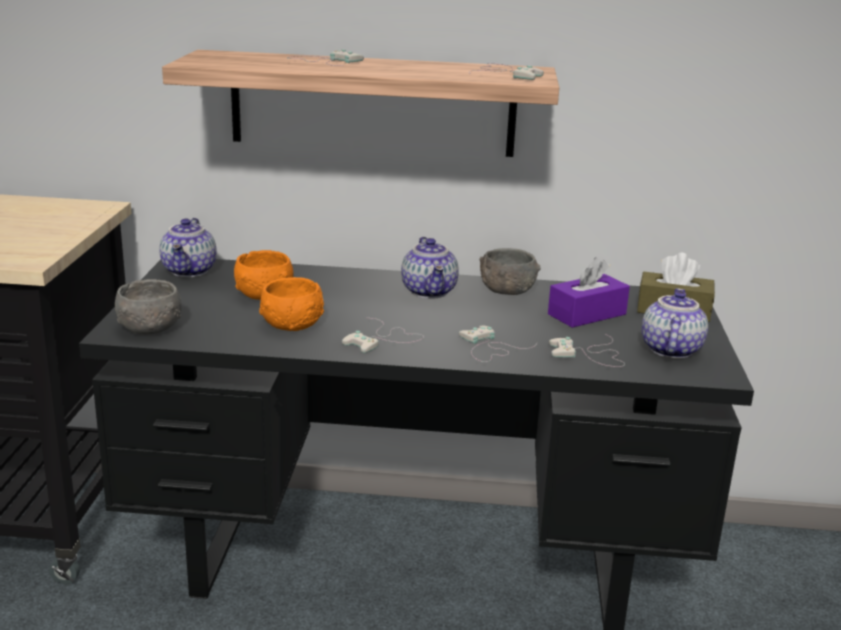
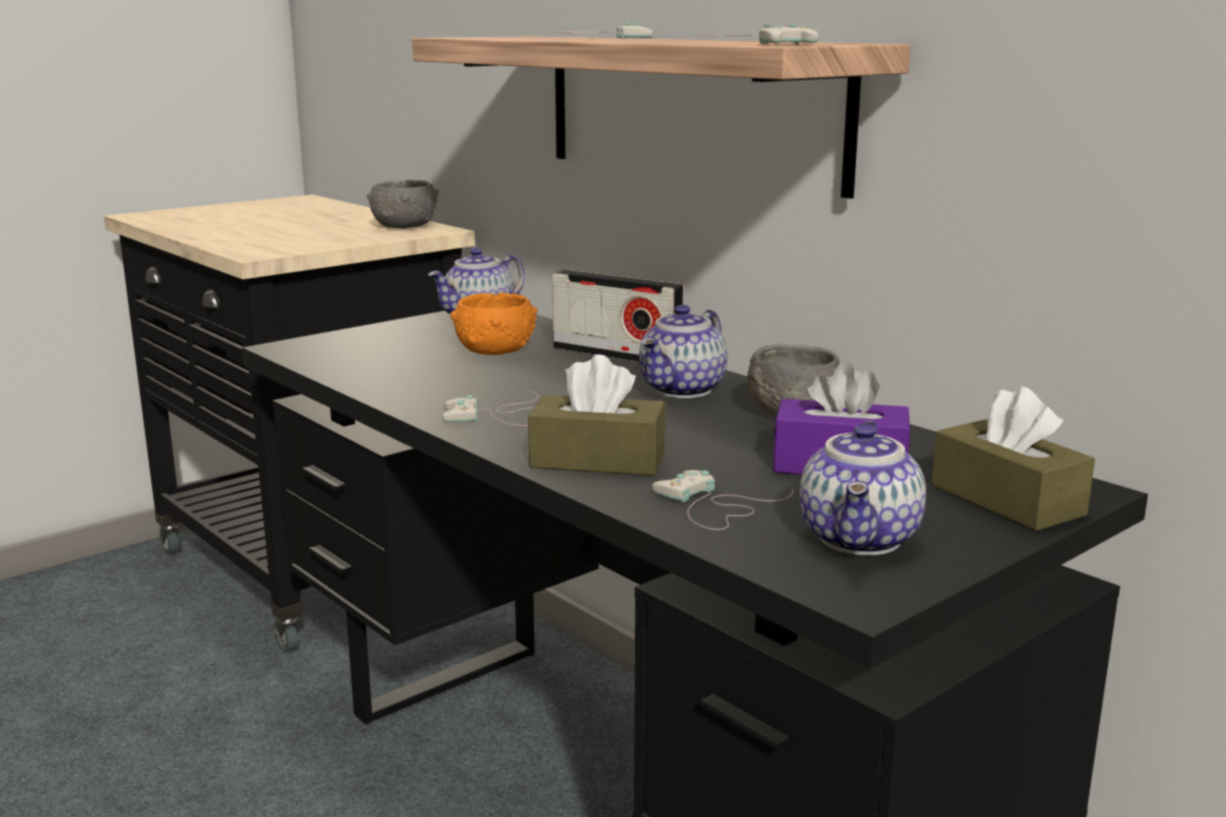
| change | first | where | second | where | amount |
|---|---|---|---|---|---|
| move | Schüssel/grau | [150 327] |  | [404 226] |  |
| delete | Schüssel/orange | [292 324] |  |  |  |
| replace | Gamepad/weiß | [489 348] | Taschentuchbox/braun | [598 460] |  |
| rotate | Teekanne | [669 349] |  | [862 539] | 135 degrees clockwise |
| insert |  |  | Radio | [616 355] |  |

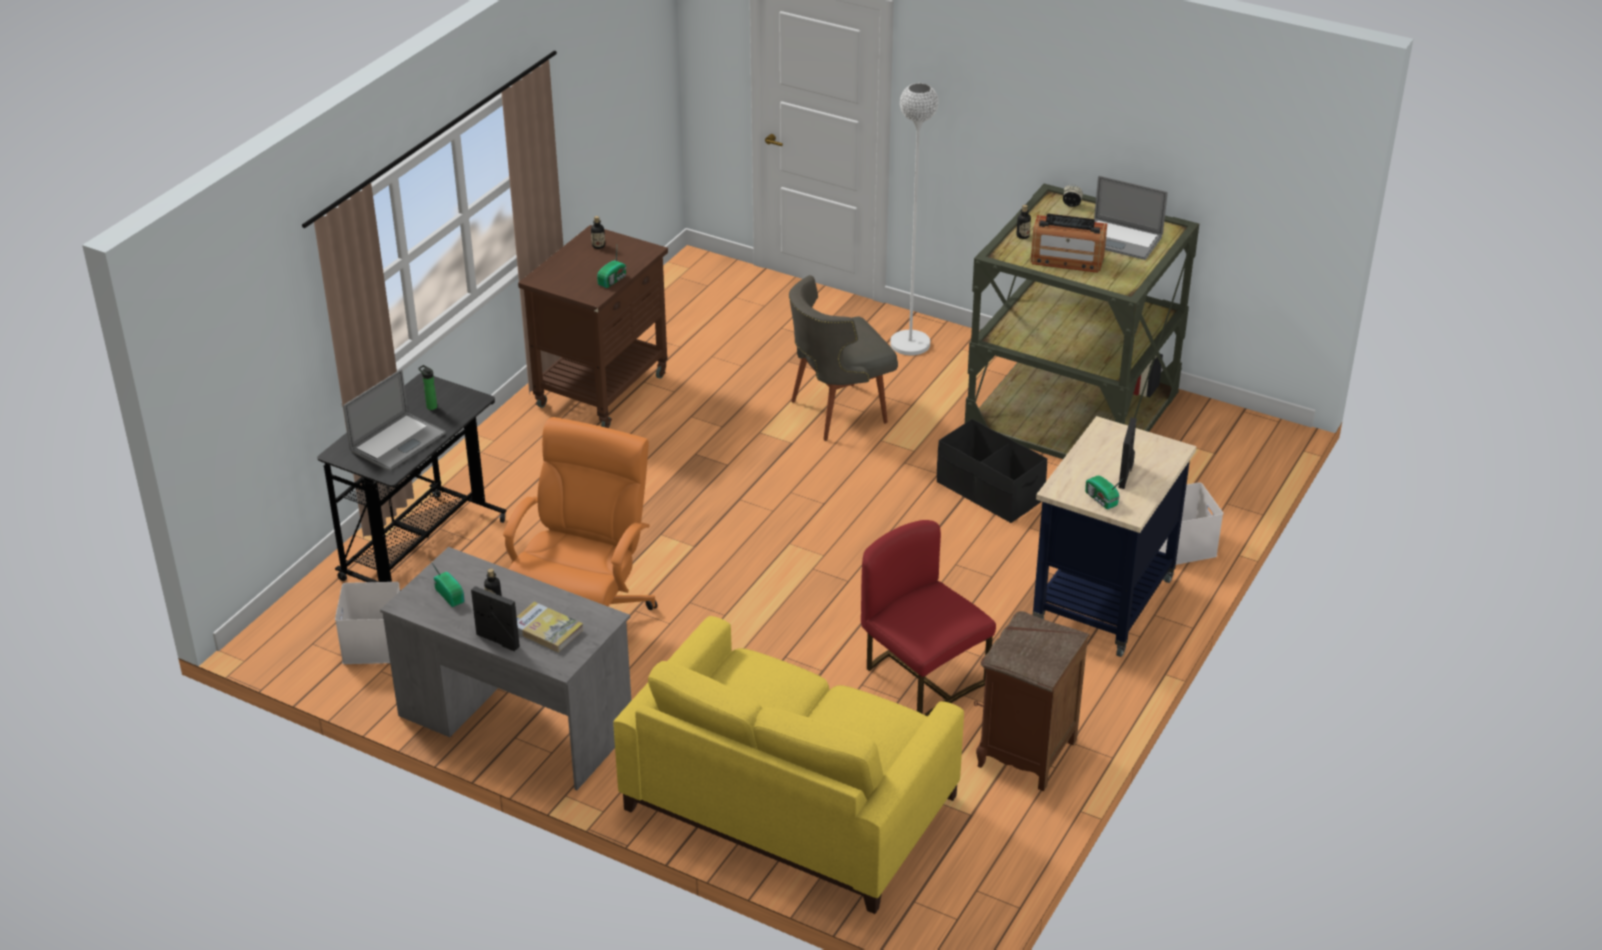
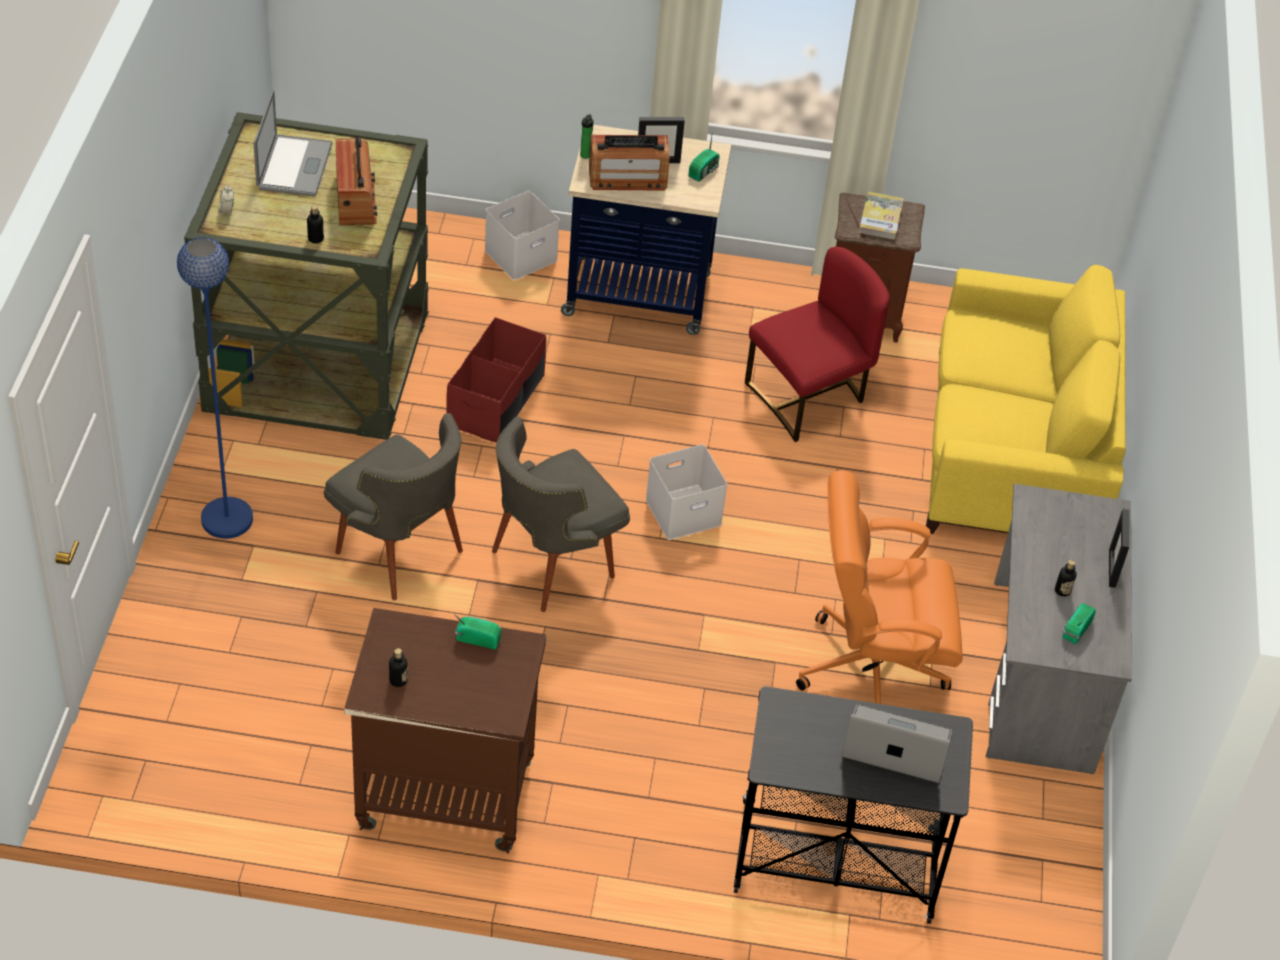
| change | first | where | second | where | amount |
|---|---|---|---|---|---|
| move | Aufbewahrungsbox/weiß | [373 643] |  | [682 513] |  |
| move | Flasche | [430 406] |  | [585 156] |  |
| move | Buch | [546 629] |  | [880 218] |  |
| rotate | Stuhl/rot | [921 678] |  | [808 397] | 150 degrees counterclockwise |
| recolor | Stehlampe/weiß | [910 344] | Stehlampe/blau | [226 519] |  |
| recolor | Aufbewahrungsbox/schwarz | [989 491] | Aufbewahrungsbox/rot | [496 400] |  |
| insert |  |  | Stuhl/grau | [553 564] |  |
| insert |  |  | Radio | [627 178] |  |

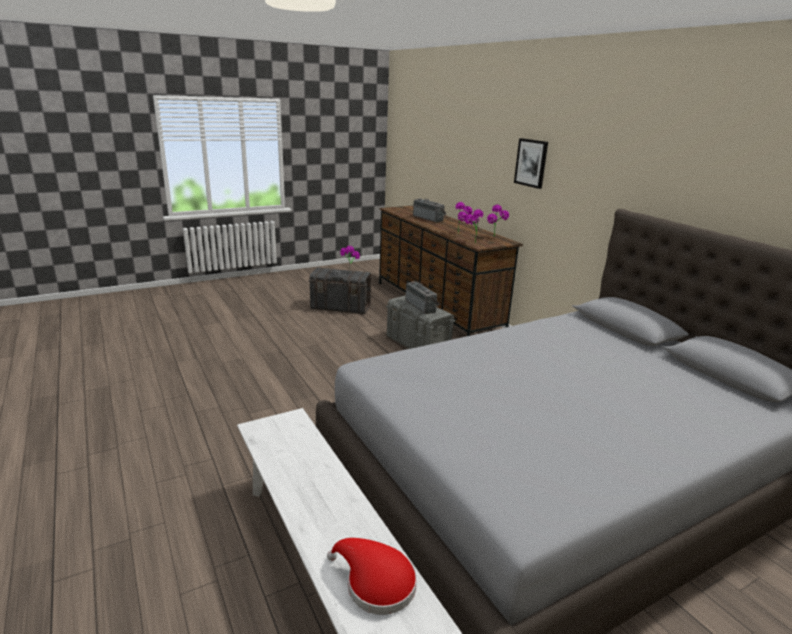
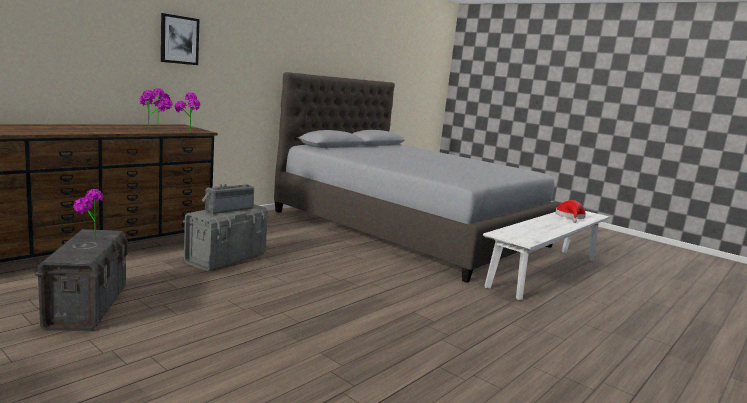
| change | first | where | second | where | amount |
|---|---|---|---|---|---|
| delete | Radio | [429 218] |  |  |  |

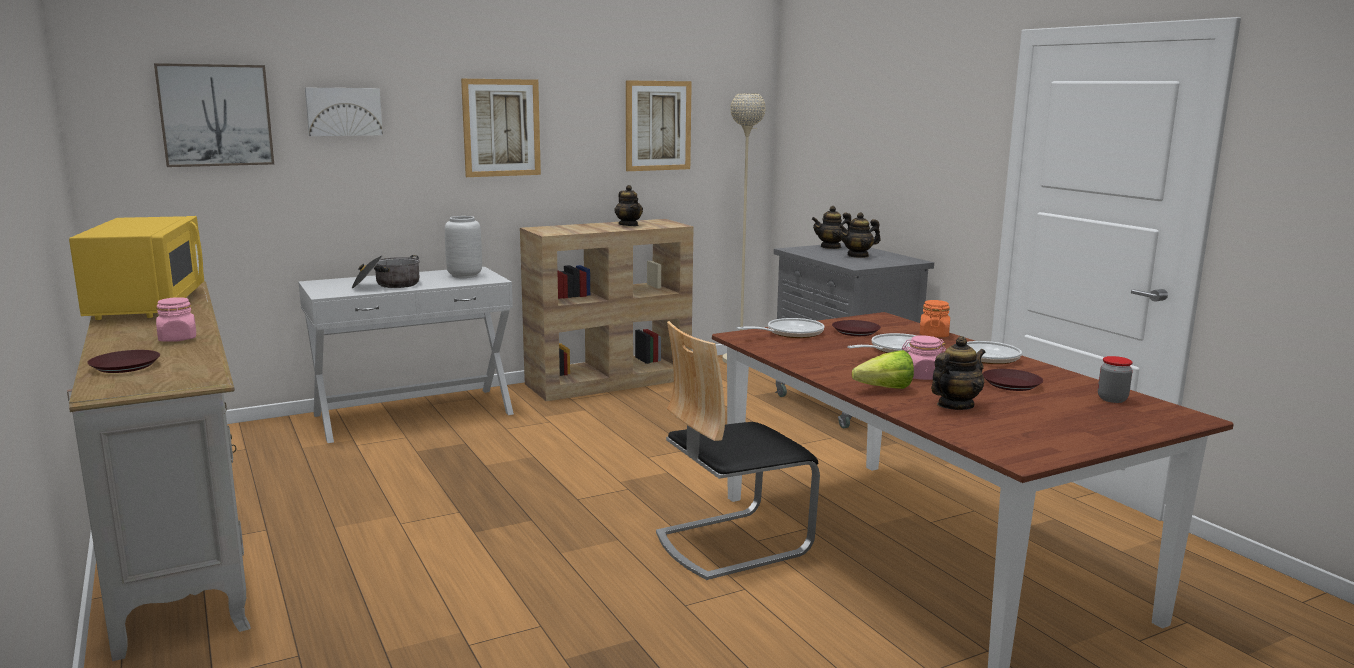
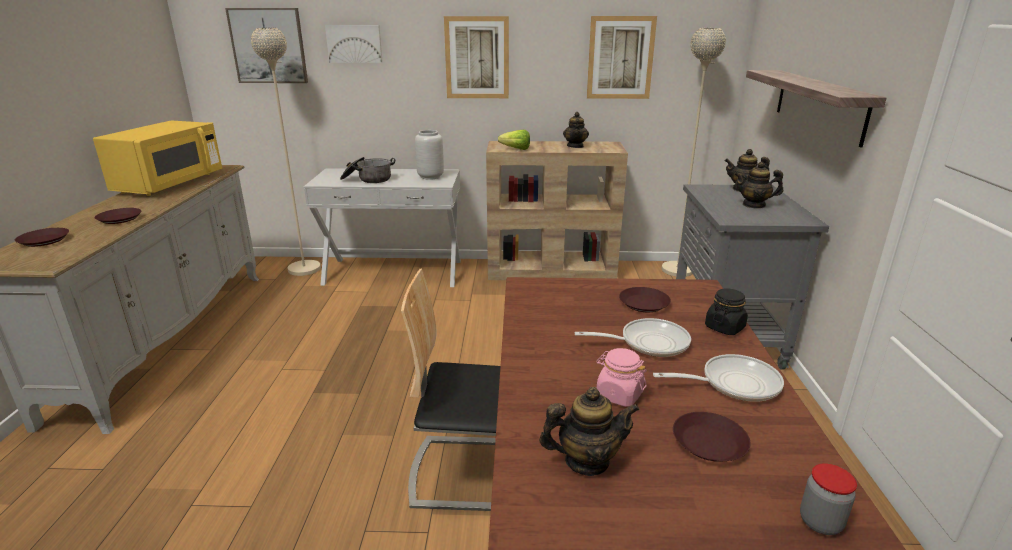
| change | first | where | second | where | amount |
|---|---|---|---|---|---|
| replace | Vorratsglas/rosa | [178 339] | Teller/braun | [119 219] |  |
| delete | Pfanne | [790 333] |  |  |  |
| move | Salatkopf | [879 389] |  | [513 149] |  |
| recolor | Vorratsglas/orange | [934 335] | Vorratsglas/schwarz | [724 327] |  |
| insert |  |  | Stehlampe/beige | [304 269] |  |
| insert |  |  | Wandregal | [819 104] |  |

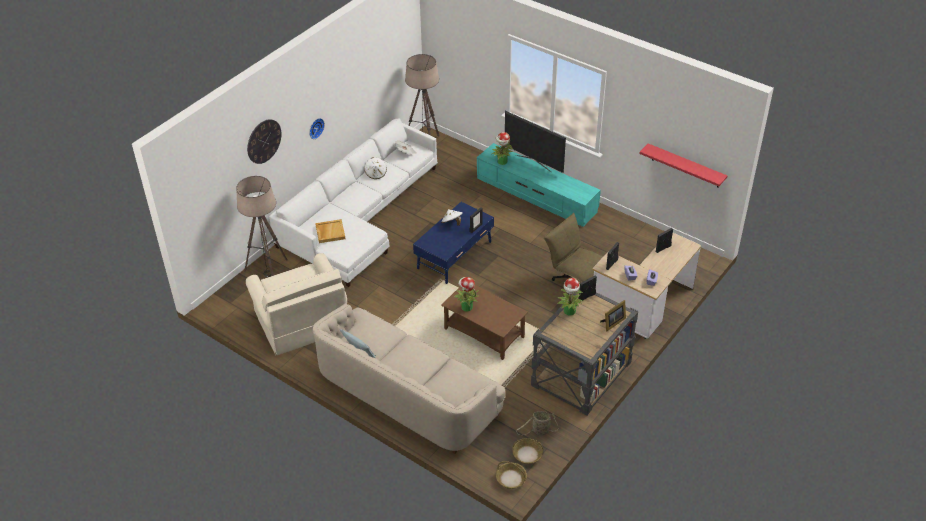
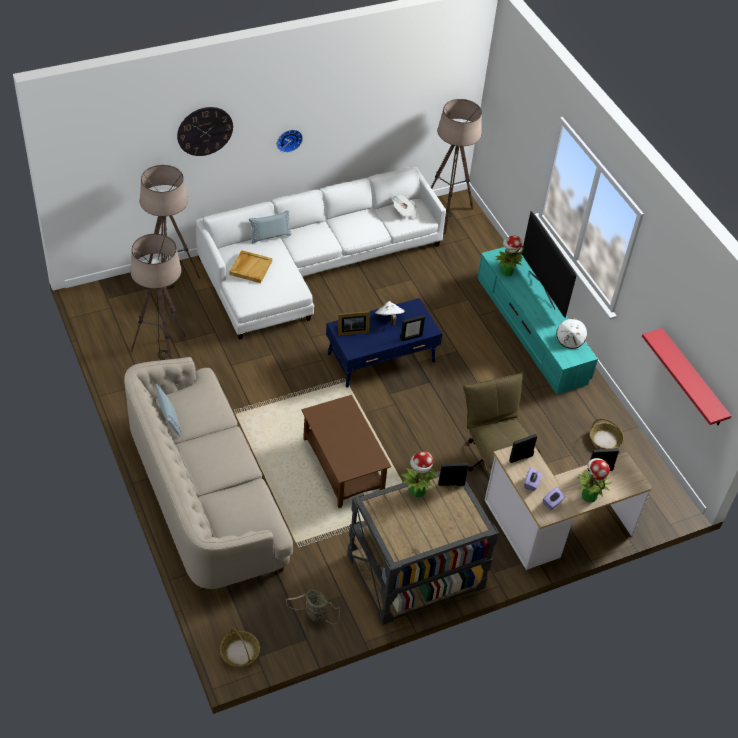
| change | first | where | second | where | amount |
|---|---|---|---|---|---|
| replace | Sessel/beige | [302 320] | Stehlampe | [163 354] |  |
| move | Hut/weiß | [376 173] |  | [570 340] |  |
| move | Topfpflanze | [466 307] |  | [588 495] |  |
| move | Korb | [527 454] |  | [605 440] |  |
| move | Bilderrahmen | [612 323] |  | [351 331] |  |
| insert |  |  | Kissen/blau | [270 236] |  |

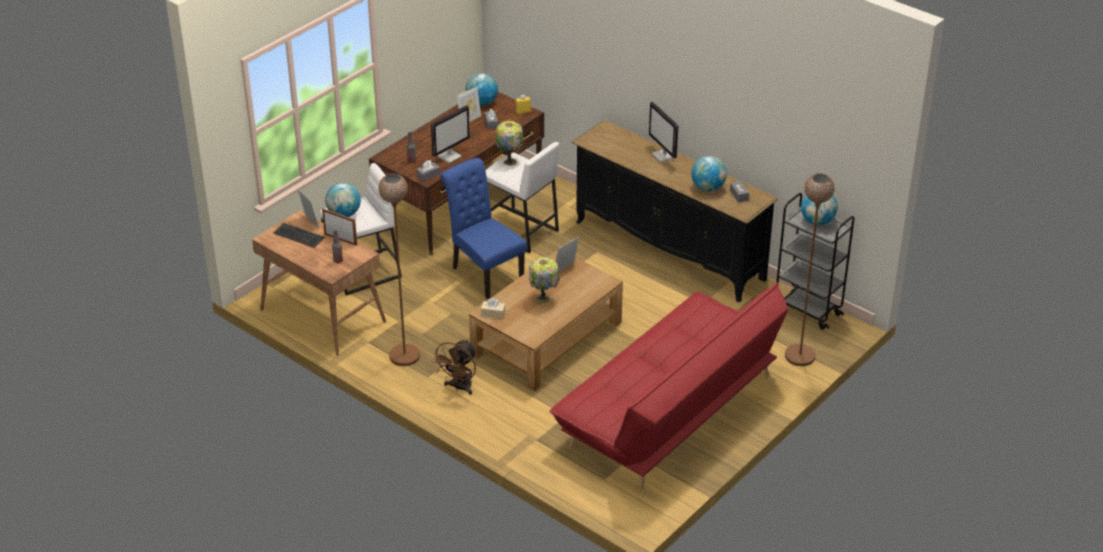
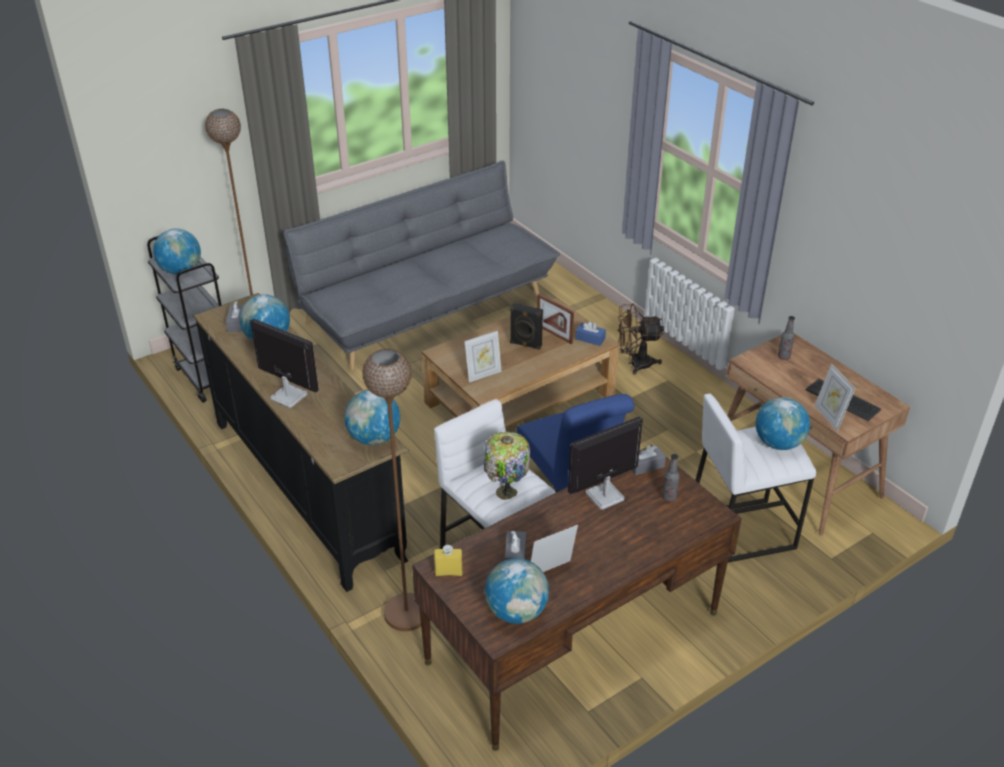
| change | first | where | second | where | amount |
|---|---|---|---|---|---|
| move | Bilderrahmen | [340 239] |  | [554 334] |  |
| move | Stehlampe/braun | [405 356] |  | [406 613] |  |
| rotate | Ventilator/braun | [459 387] |  | [634 363] | 135 degrees counterclockwise |
| recolor | Taschentuchbox/beige | [493 313] | Taschentuchbox/blau | [590 339] |  |
| replace | Tischlampe | [543 299] | Lautsprecher/schwarz | [525 345] |  |
| recolor | Sofa/rot | [670 411] | Sofa/grau | [425 309] |  |
| rotate | Monitor | [664 156] |  | [288 396] | 45 degrees counterclockwise |
| insert |  |  | Globus | [374 438] |  |

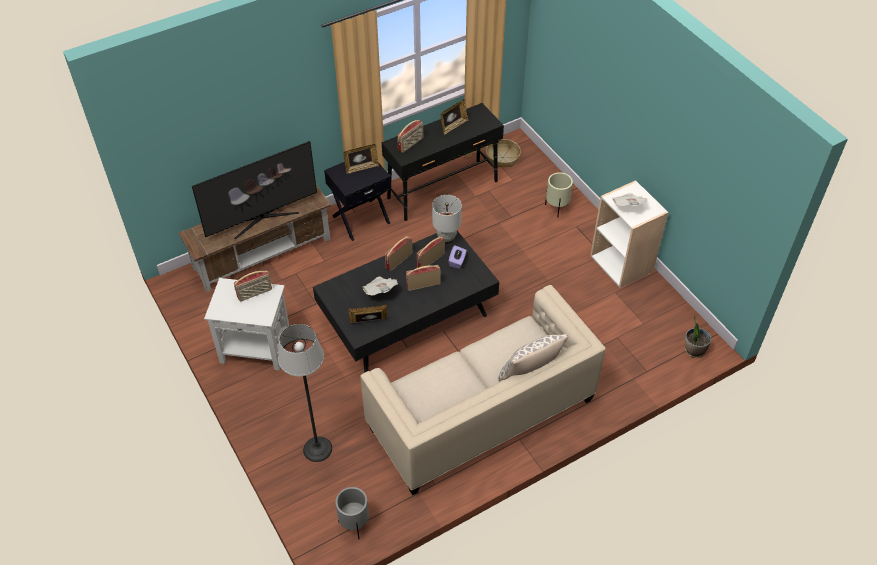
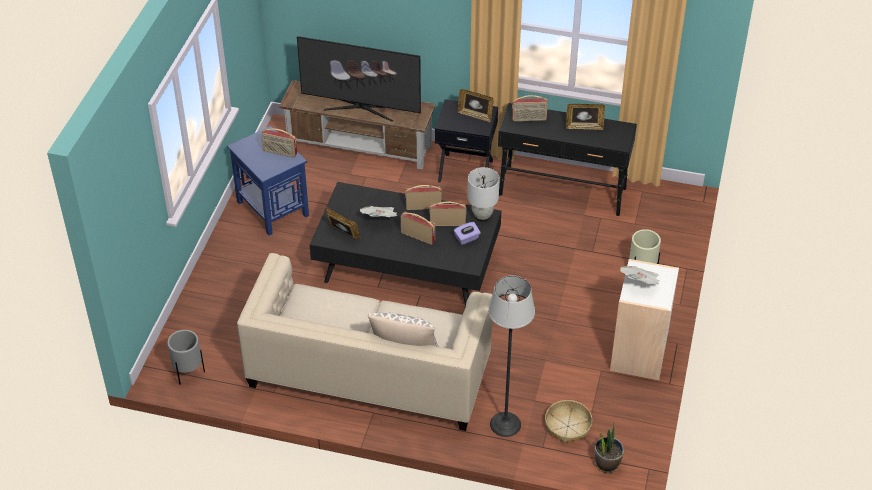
| change | first | where | second | where | amount |
|---|---|---|---|---|---|
| recolor | Beistelltisch/weiß | [256 347] | Beistelltisch/blau | [273 209] |  |
| move | Stehlampe | [317 449] |  | [505 424] |  |
| move | Korb | [502 157] |  | [567 426] |  |

